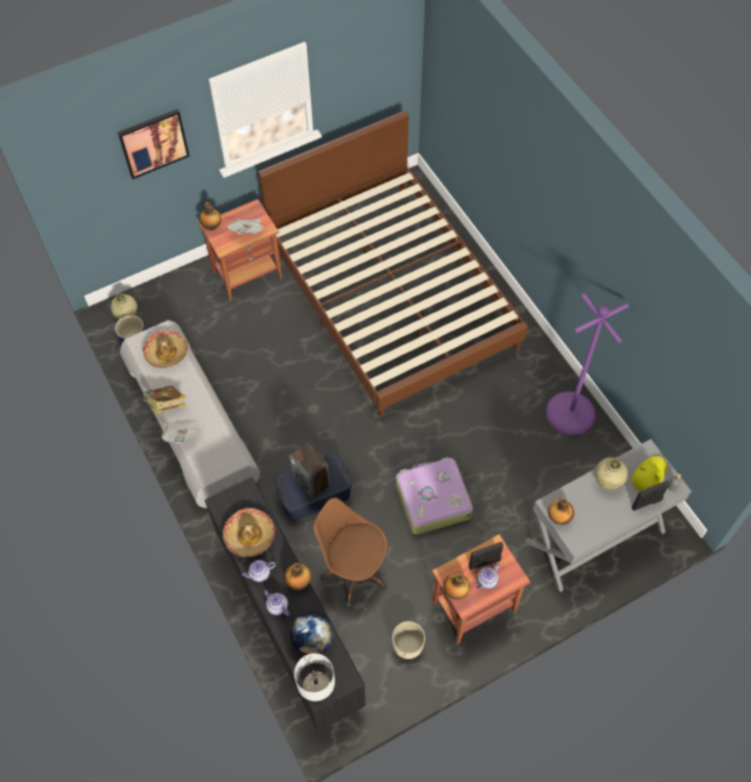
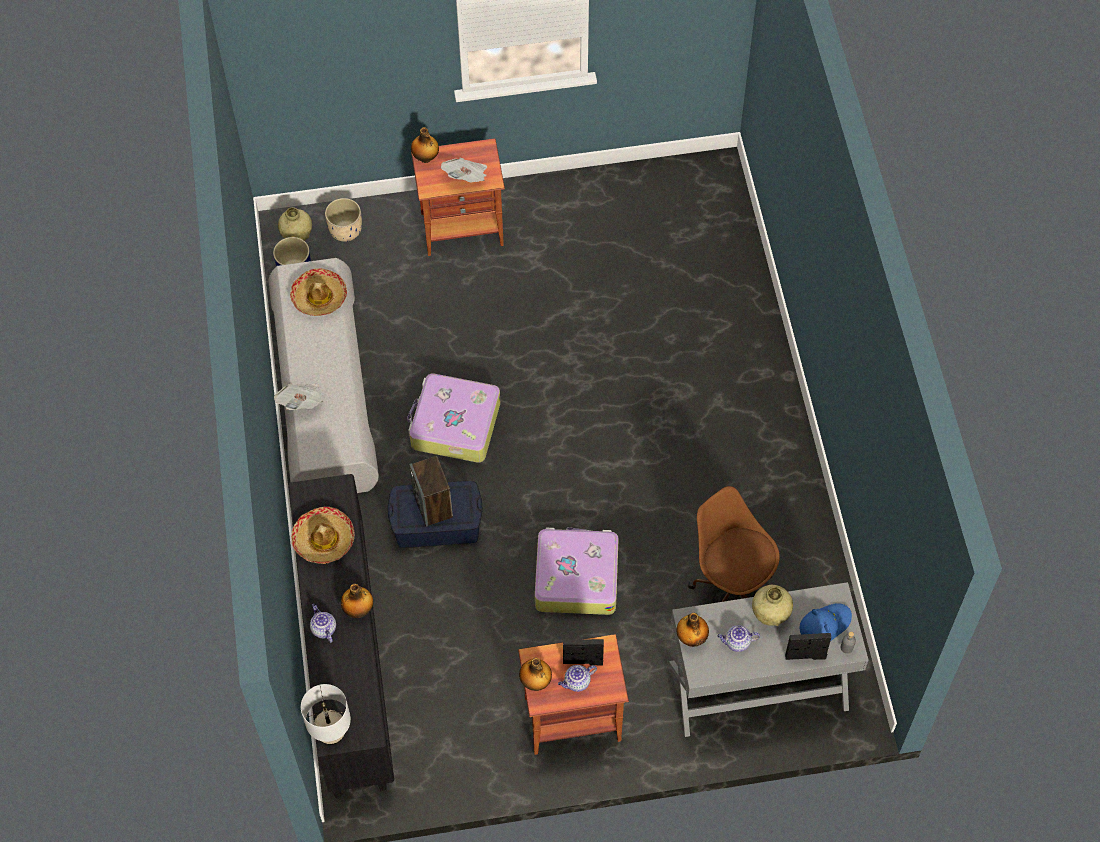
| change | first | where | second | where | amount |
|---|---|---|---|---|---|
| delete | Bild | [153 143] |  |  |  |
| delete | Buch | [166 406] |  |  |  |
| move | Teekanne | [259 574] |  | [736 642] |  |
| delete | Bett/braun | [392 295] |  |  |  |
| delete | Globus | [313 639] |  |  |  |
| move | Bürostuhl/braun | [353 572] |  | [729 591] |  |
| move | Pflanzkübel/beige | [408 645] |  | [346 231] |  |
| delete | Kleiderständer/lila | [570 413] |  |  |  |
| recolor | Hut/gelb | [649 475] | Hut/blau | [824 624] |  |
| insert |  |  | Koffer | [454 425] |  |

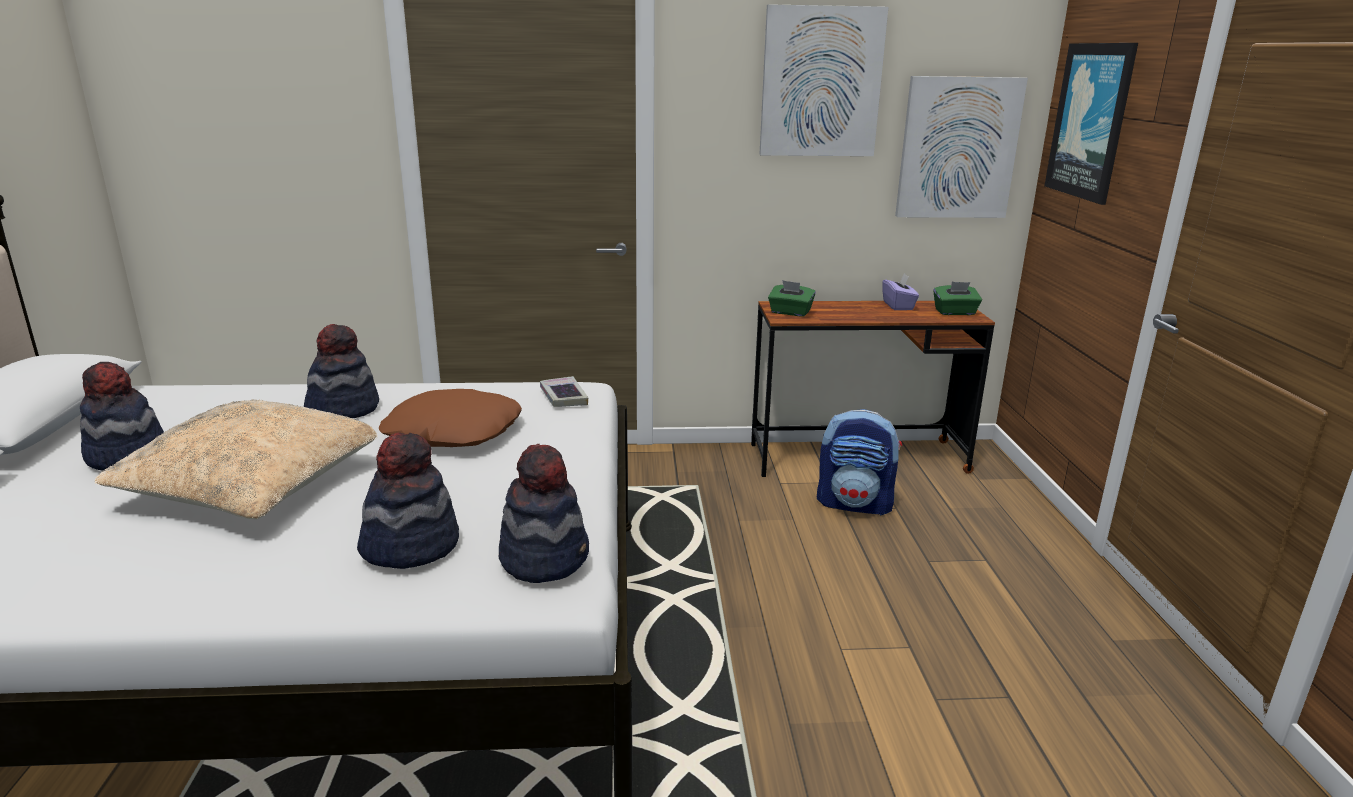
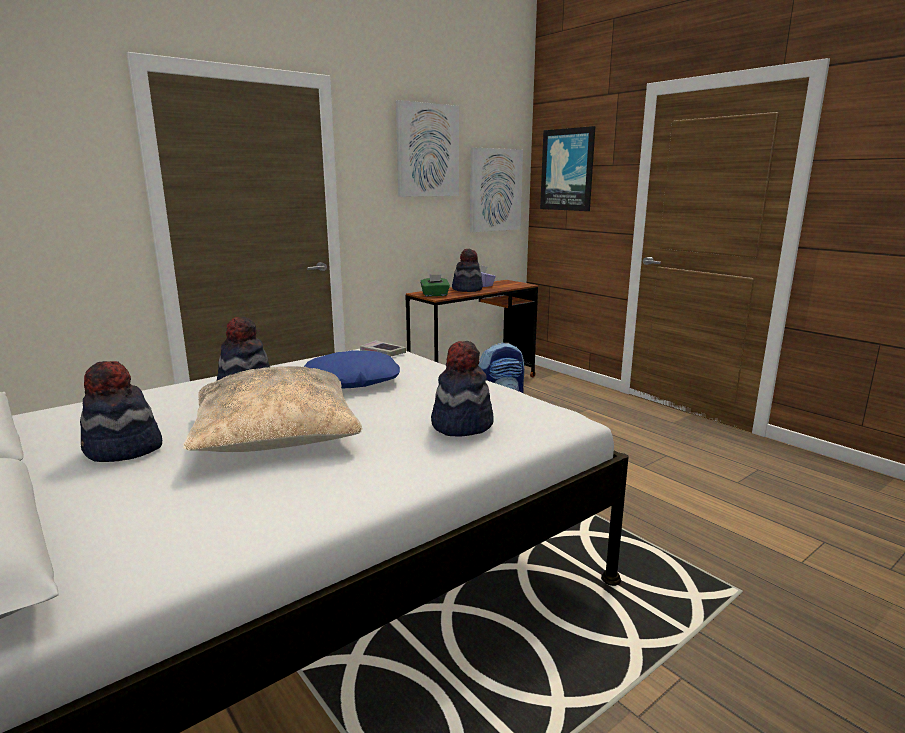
| change | first | where | second | where | amount |
|---|---|---|---|---|---|
| recolor | Kissen/braun | [453 432] | Kissen/blau | [352 380] |  |
| move | Hut | [545 558] |  | [467 289] |  |
| delete | Taschentuchbox/grün | [955 312] |  |  |  |

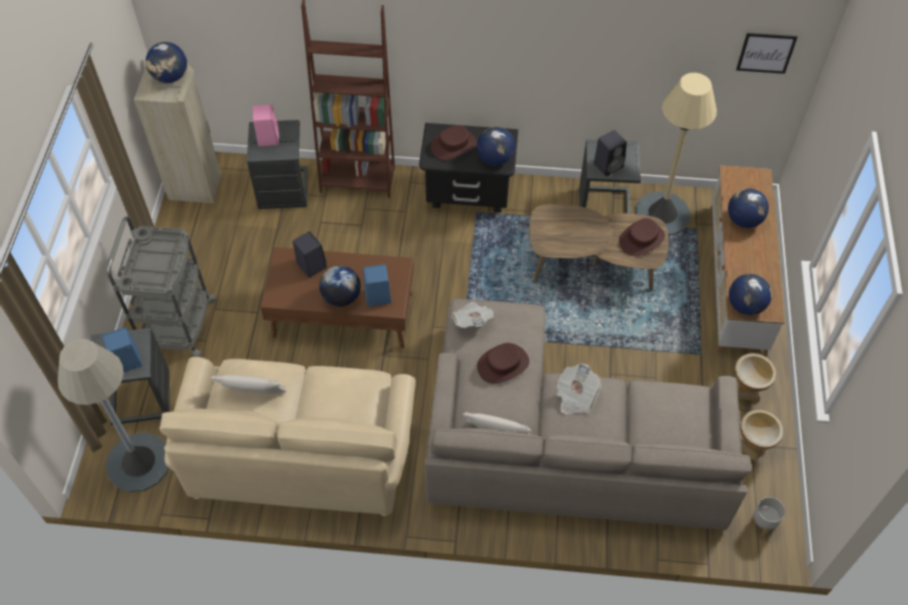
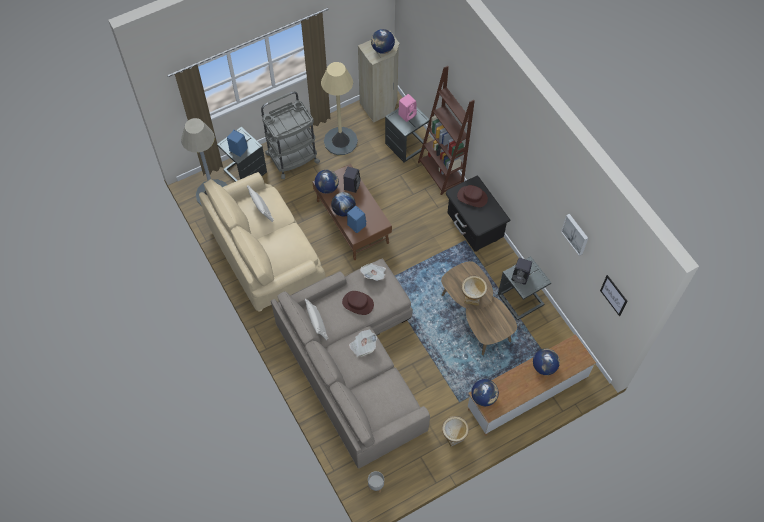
| change | first | where | second | where | amount |
|---|---|---|---|---|---|
| move | Globus | [495 159] |  | [327 188] |  |
| delete | Hut/braun | [641 239] |  |  |  |
| move | Stehlampe/beige | [662 214] |  | [340 141] |  |
| move | Vase | [752 446] |  | [472 298] |  |
| insert |  |  | Bild | [576 234] |  |

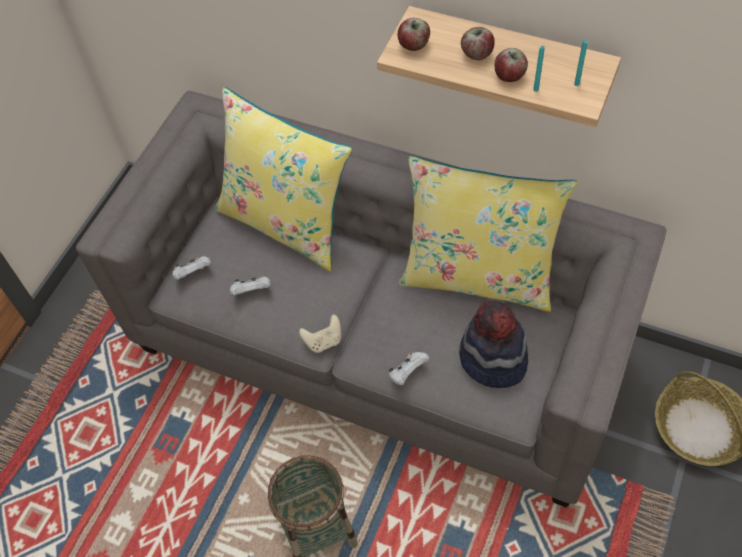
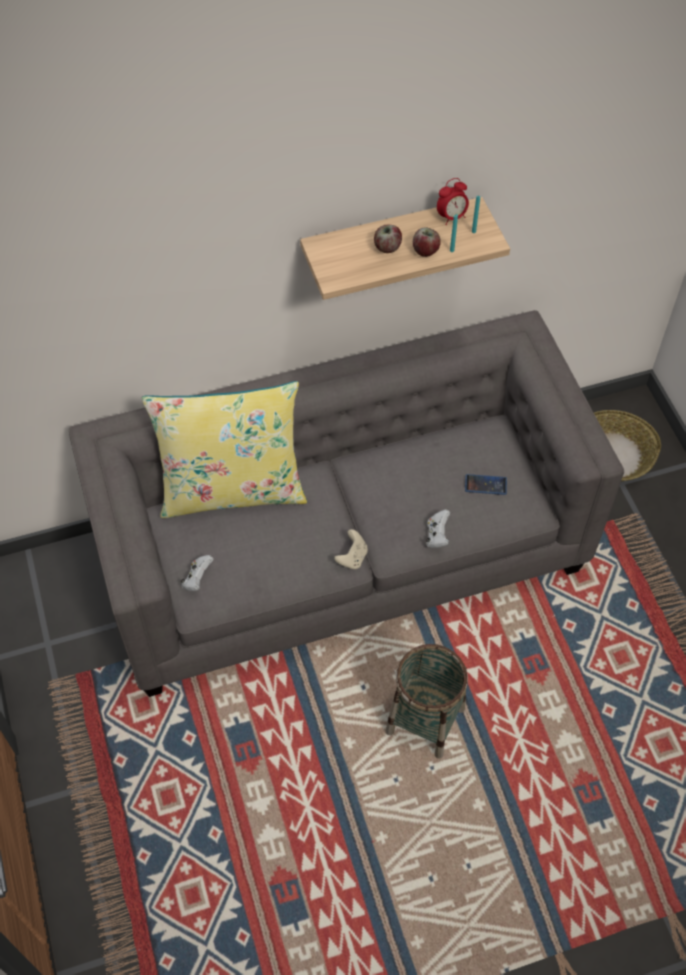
| change | first | where | second | where | amount |
|---|---|---|---|---|---|
| delete | Gamepad/weiß | [252 291] |  |  |  |
| delete | Apfel | [414 45] |  |  |  |
| delete | Kissen/gelb | [478 276] |  |  |  |
| replace | Hut | [492 359] | Handy | [485 485] |  |
| insert |  |  | Wecker | [451 217] |  |

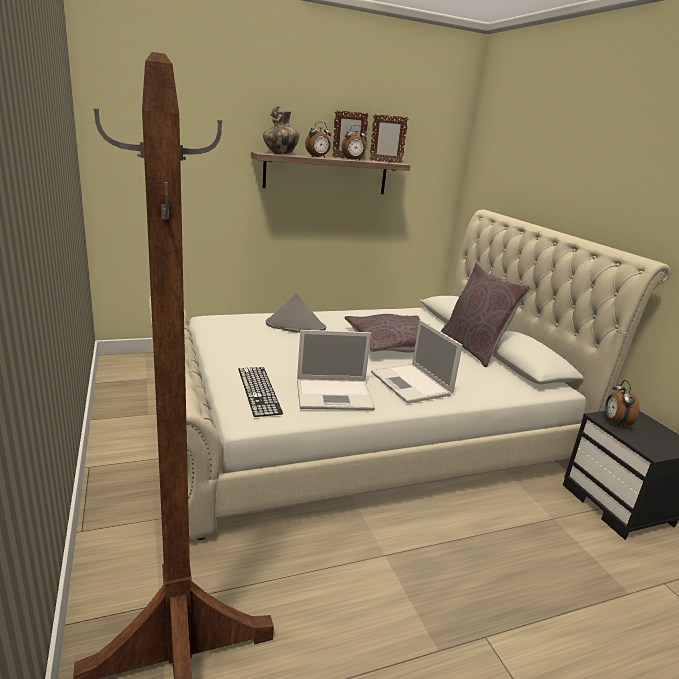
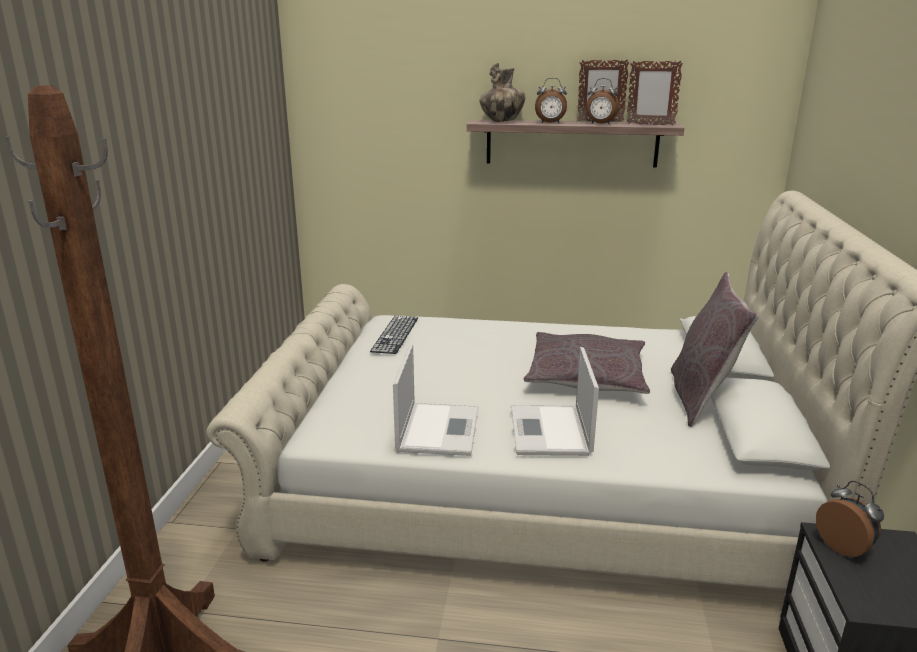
| change | first | where | second | where | amount |
|---|---|---|---|---|---|
| move | Tastatur | [259 390] |  | [395 334] |  |
| delete | Hut/grau | [295 326] |  |  |  |
| rotate | Laptop | [335 395] |  | [438 428] | 105 degrees counterclockwise |
| rotate | Wecker | [615 422] |  | [844 547] | 120 degrees clockwise |

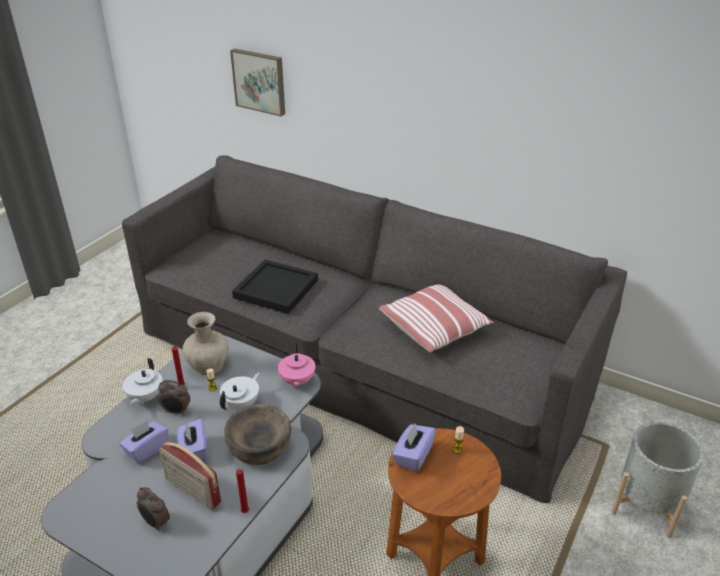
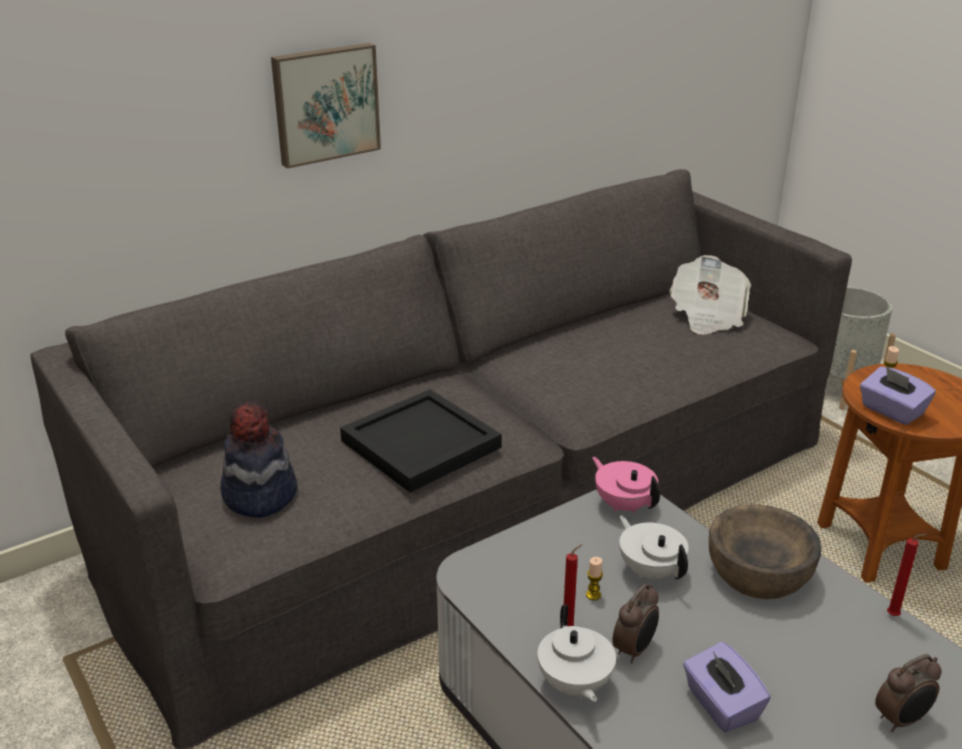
| change | first | where | second | where | amount |
|---|---|---|---|---|---|
| rotate | Teekanne/weiß | [145 397] |  | [574 685] | 45 degrees clockwise |
| delete | Radio | [192 491] |  |  |  |
| delete | Taschentuchbox/lila | [194 451] |  |  |  |
| delete | Vase/beige | [208 365] |  |  |  |
| move | Bild | [260 81] |  | [325 103] |  |
| rotate | Teekanne/rosa | [297 381] |  | [623 504] | 150 degrees counterclockwise |
| delete | Kissen | [435 327] |  |  |  |
| insert |  |  | Hut | [259 494] |  |
| insert |  |  | Zeitung | [707 316] |  |

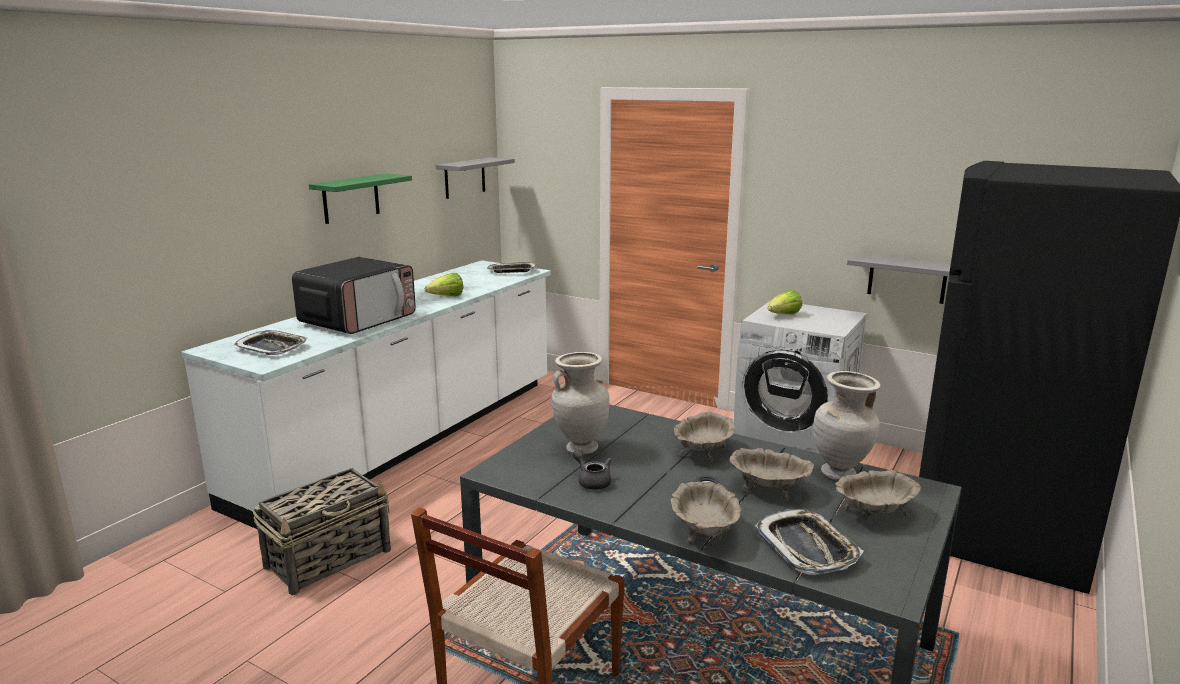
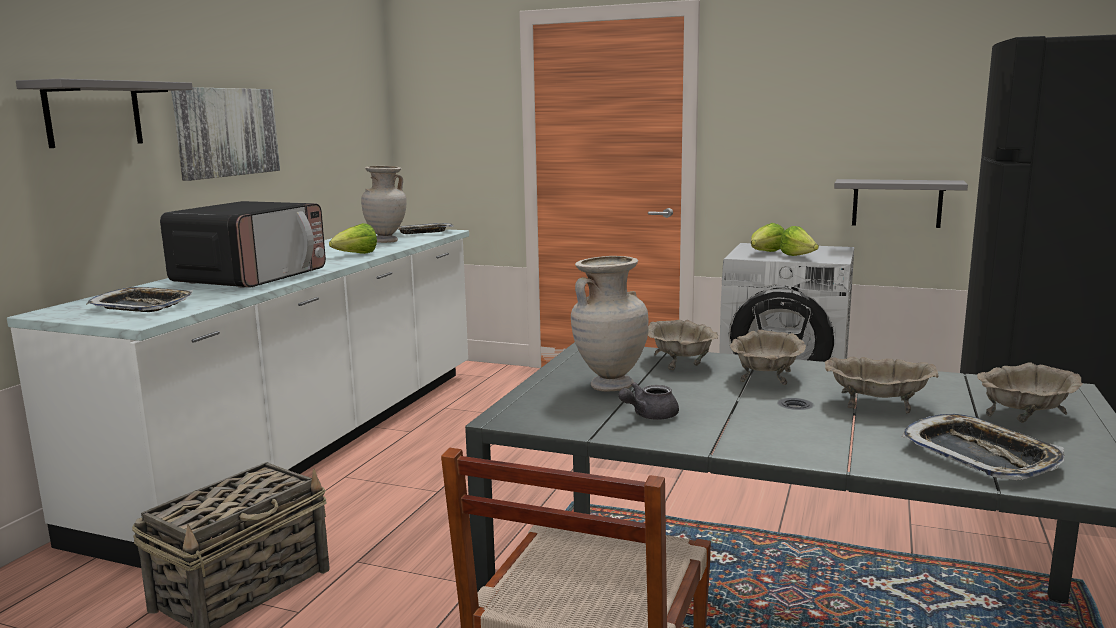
| change | first | where | second | where | amount |
|---|---|---|---|---|---|
| replace | Wandregal/grün | [351 198] | Bild | [226 132] |  |
| move | Wandregal/grau | [465 178] |  | [93 114] |  |
| rotate | Teekanne/grau | [592 481] |  | [649 416] | 75 degrees counterclockwise |
| move | Schüssel/beige | [705 532] |  | [681 362] |  |
| move | Vase/beige | [840 475] |  | [386 241] |  |
| insert |  |  | Salatkopf | [798 257] |  |

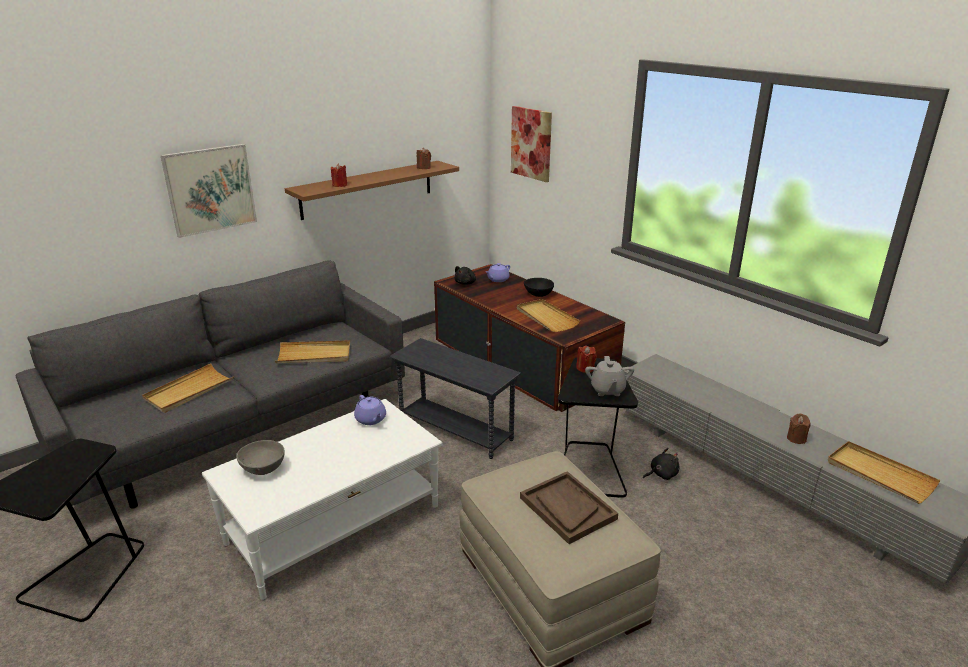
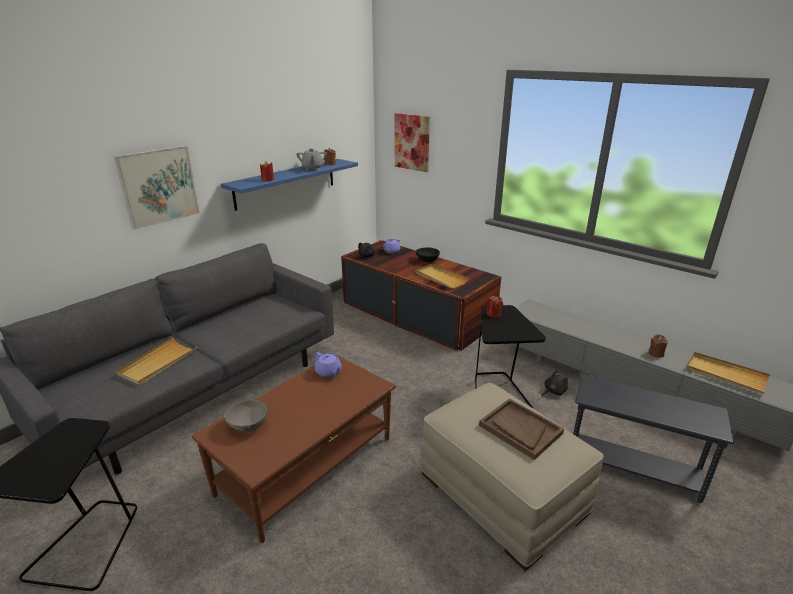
| change | first | where | second | where | amount |
|---|---|---|---|---|---|
| recolor | Couchtisch/weiß | [335 524] | Couchtisch/braun | [307 465] |  |
| delete | Tablett/beige | [314 355] |  |  |  |
| recolor | Wandregal/braun | [367 189] | Wandregal/blau | [286 183] |  |
| move | Beistelltisch/grau | [455 429] |  | [632 467] |  |
| move | Teekanne/grau | [607 390] |  | [312 169] |  |

